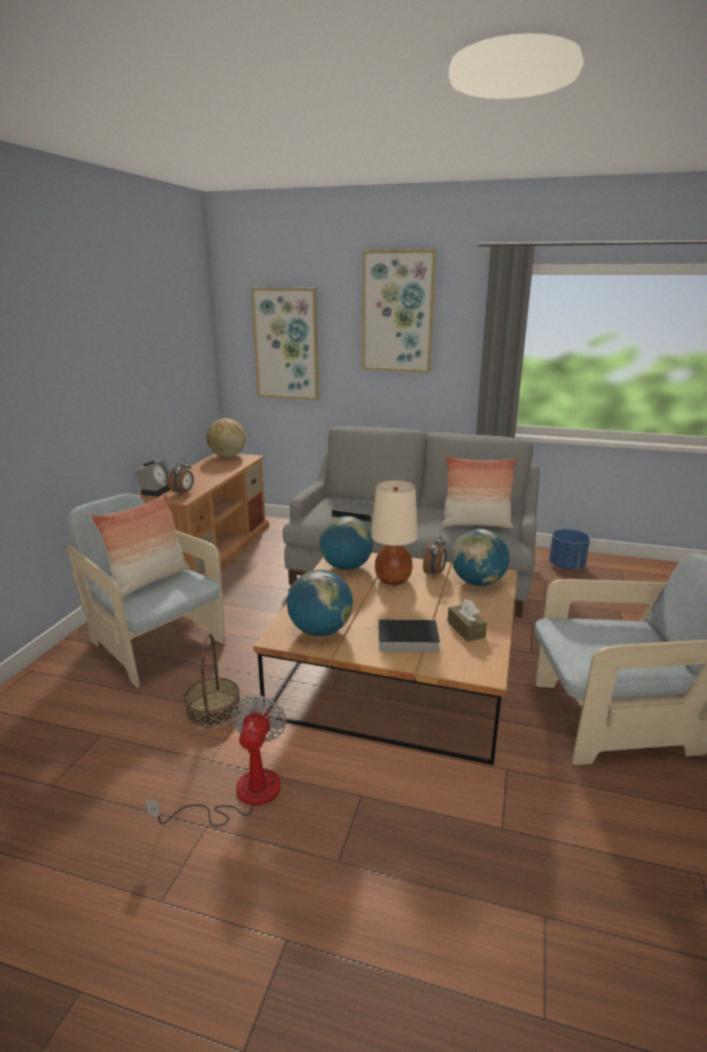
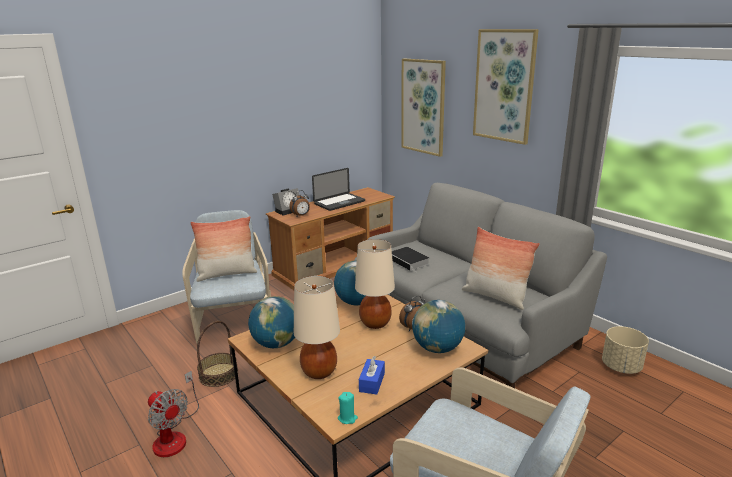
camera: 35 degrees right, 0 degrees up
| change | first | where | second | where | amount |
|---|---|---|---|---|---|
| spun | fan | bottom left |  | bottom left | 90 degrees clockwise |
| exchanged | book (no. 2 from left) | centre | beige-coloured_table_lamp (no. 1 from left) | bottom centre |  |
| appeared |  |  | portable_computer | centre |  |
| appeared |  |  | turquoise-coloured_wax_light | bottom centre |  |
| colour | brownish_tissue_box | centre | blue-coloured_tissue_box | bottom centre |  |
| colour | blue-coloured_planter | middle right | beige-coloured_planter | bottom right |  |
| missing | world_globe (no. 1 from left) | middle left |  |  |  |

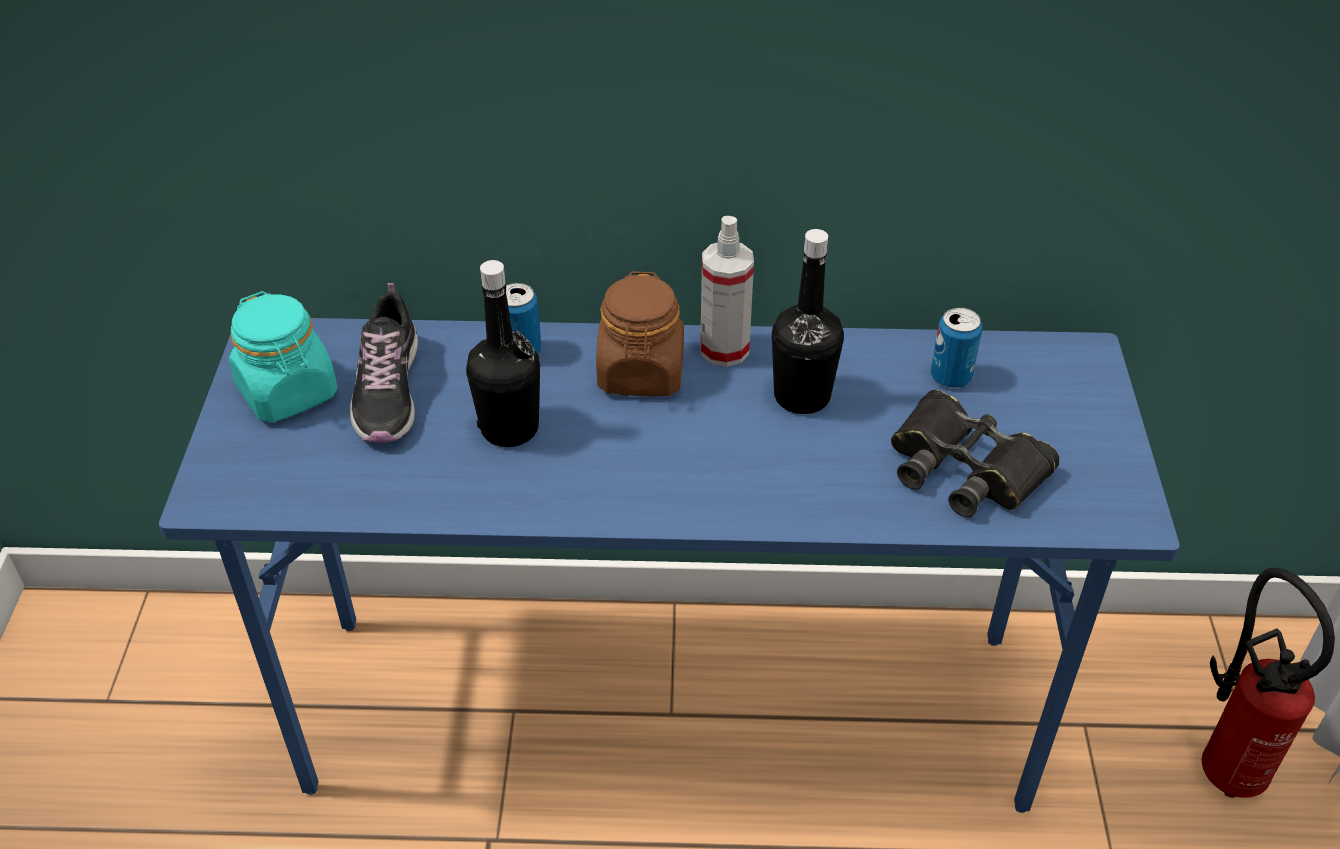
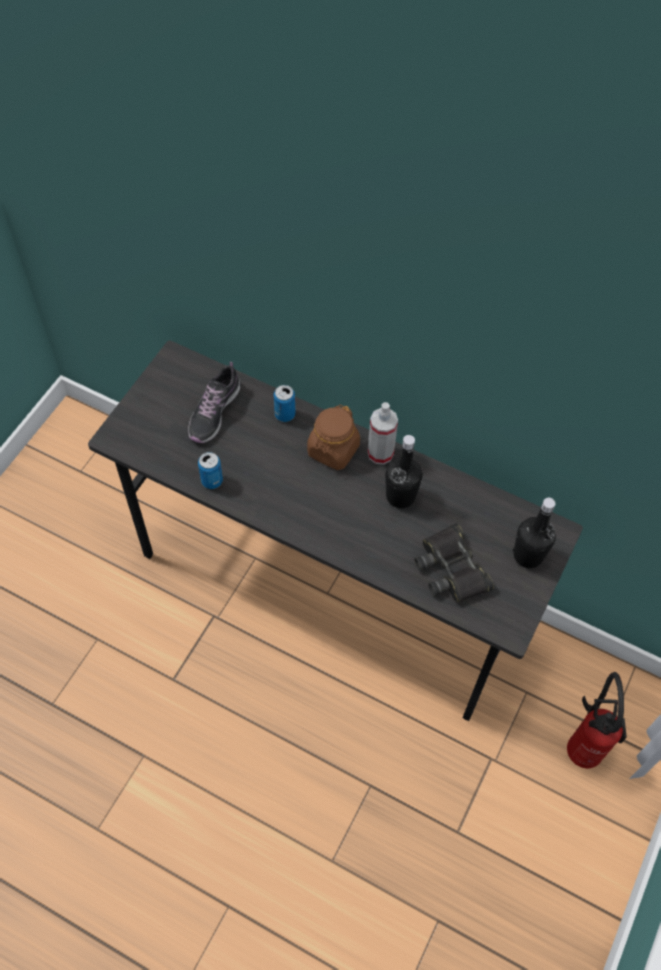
camera: 25 degrees right, 15 degrees up
| change | first | where | second | where | amount |
|---|---|---|---|---|---|
| colour | blue-coloured_desk_unit | centre | grey_desk_unit | centre |  |
| relocated | can (no. 2 from left in the first image) | middle right | can (no. 1 from left) | middle left |  |
| relocated | black_beverage_bottle (no. 1 from left in the first image) | centre | black_beverage_bottle (no. 2 from left) | middle right |  |
| missing | turquoise-coloured_storage_jar | middle left |  |  |  |

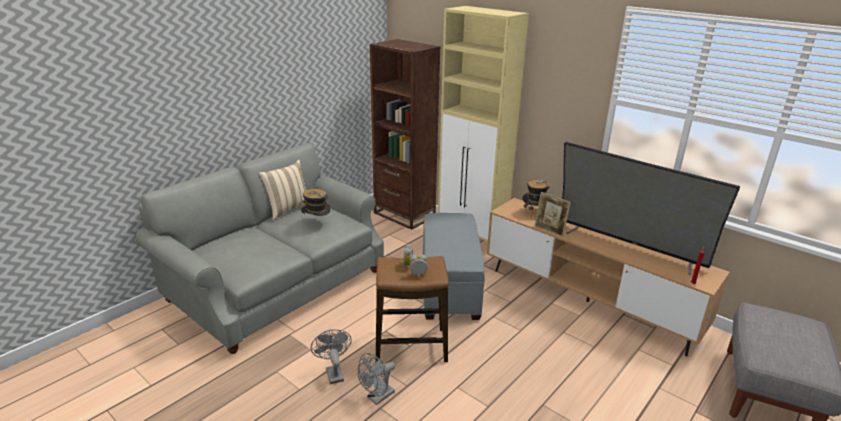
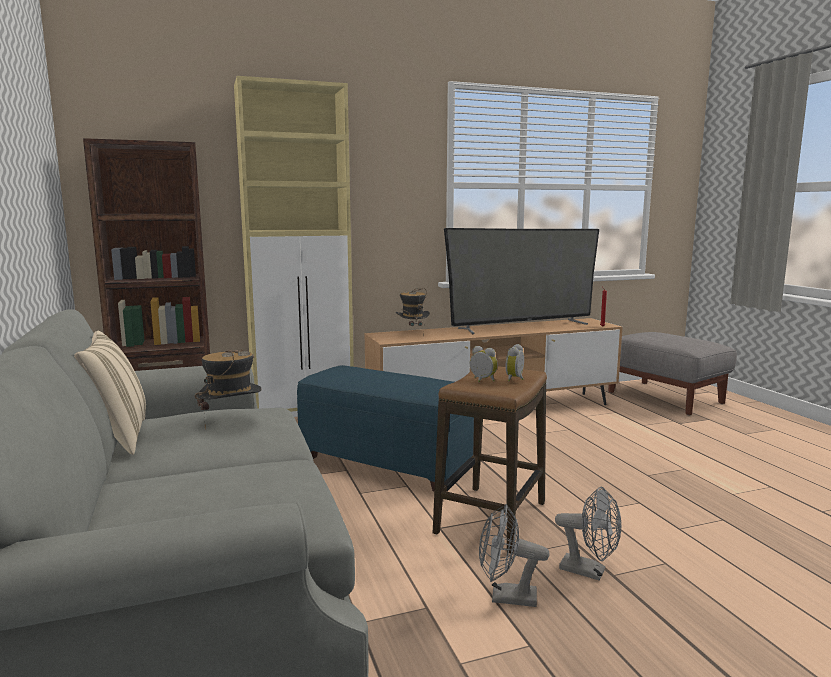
camera: 60 degrees left, 15 degrees down
| change | first | where | second | where | amount |
|---|---|---|---|---|---|
| colour | grey_footrest (no. 1 from left) | centre | blue-coloured_footrest | centre |  |
| spun | grey_fan (no. 2 from left) | bottom centre |  | bottom right | 45 degrees counterclockwise |
| missing | picture_frame | centre |  |  |  |

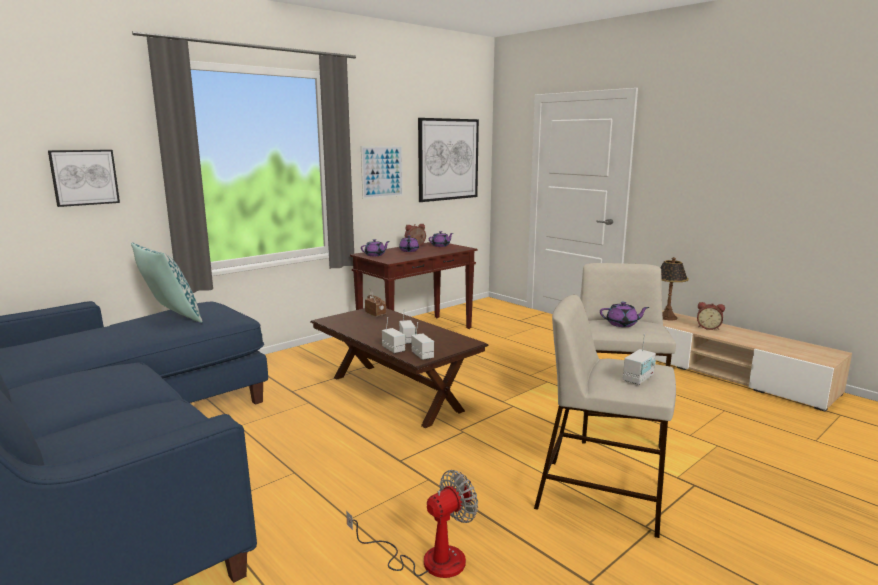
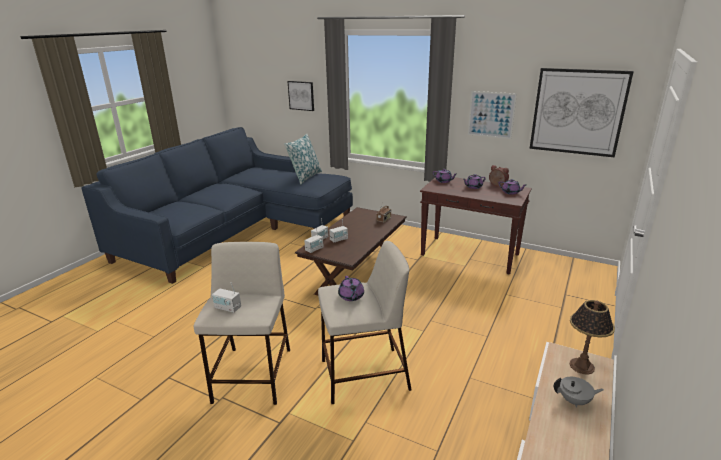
camera: 70 degrees right, 10 degrees up
| change | first | where | second | where | amount |
|---|---|---|---|---|---|
| exchanged | table_clock (no. 2 from left) | middle right | grey_teapot | bottom right |  |
| missing | fan | bottom centre |  |  |  |

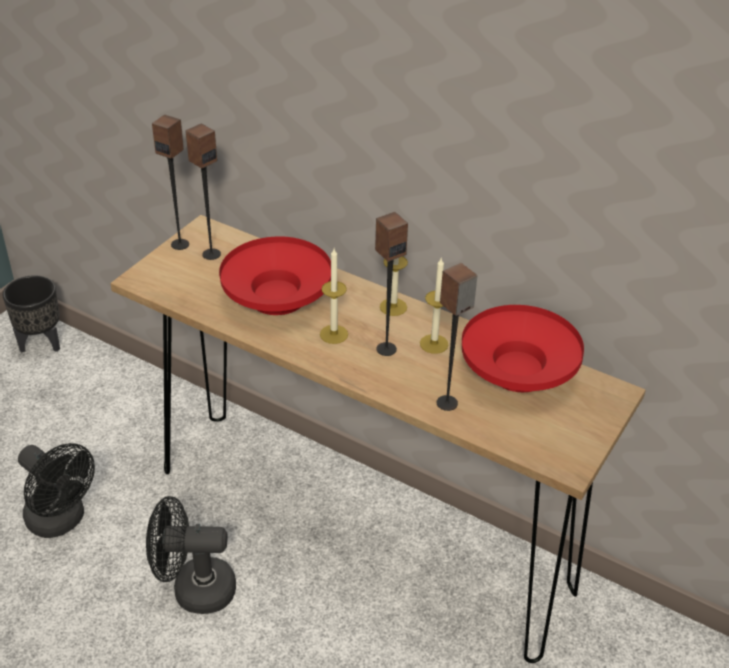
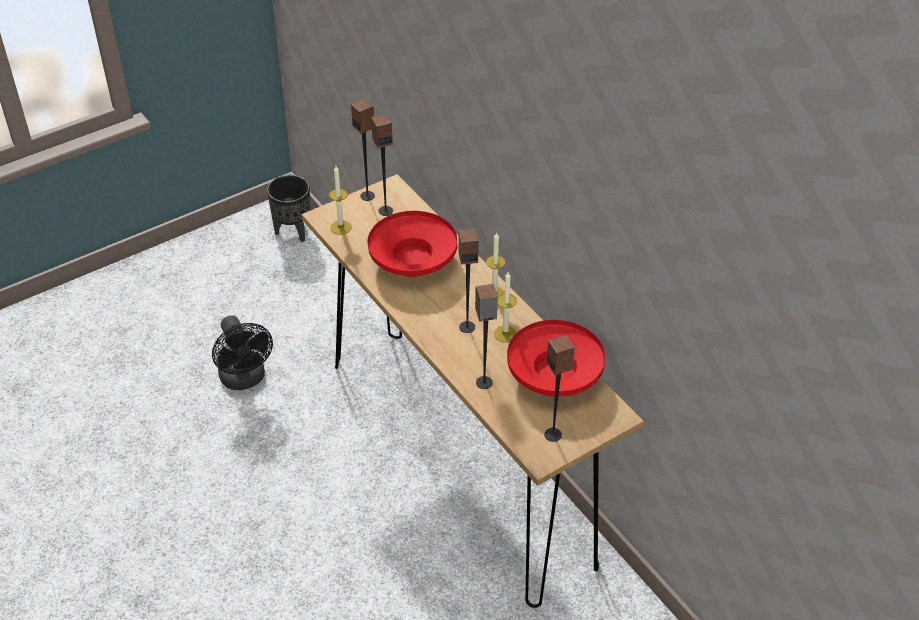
camera: 25 degrees right, 5 degrees up
| change | first | where | second | where | amount |
|---|---|---|---|---|---|
| relocated | wax_light (no. 1 from left) | centre |  | top centre |  |
| appeared |  |  | audio_speaker (no. 5 from left) | centre |  |
| missing | black_fan (no. 2 from left) | bottom left |  |  |  |

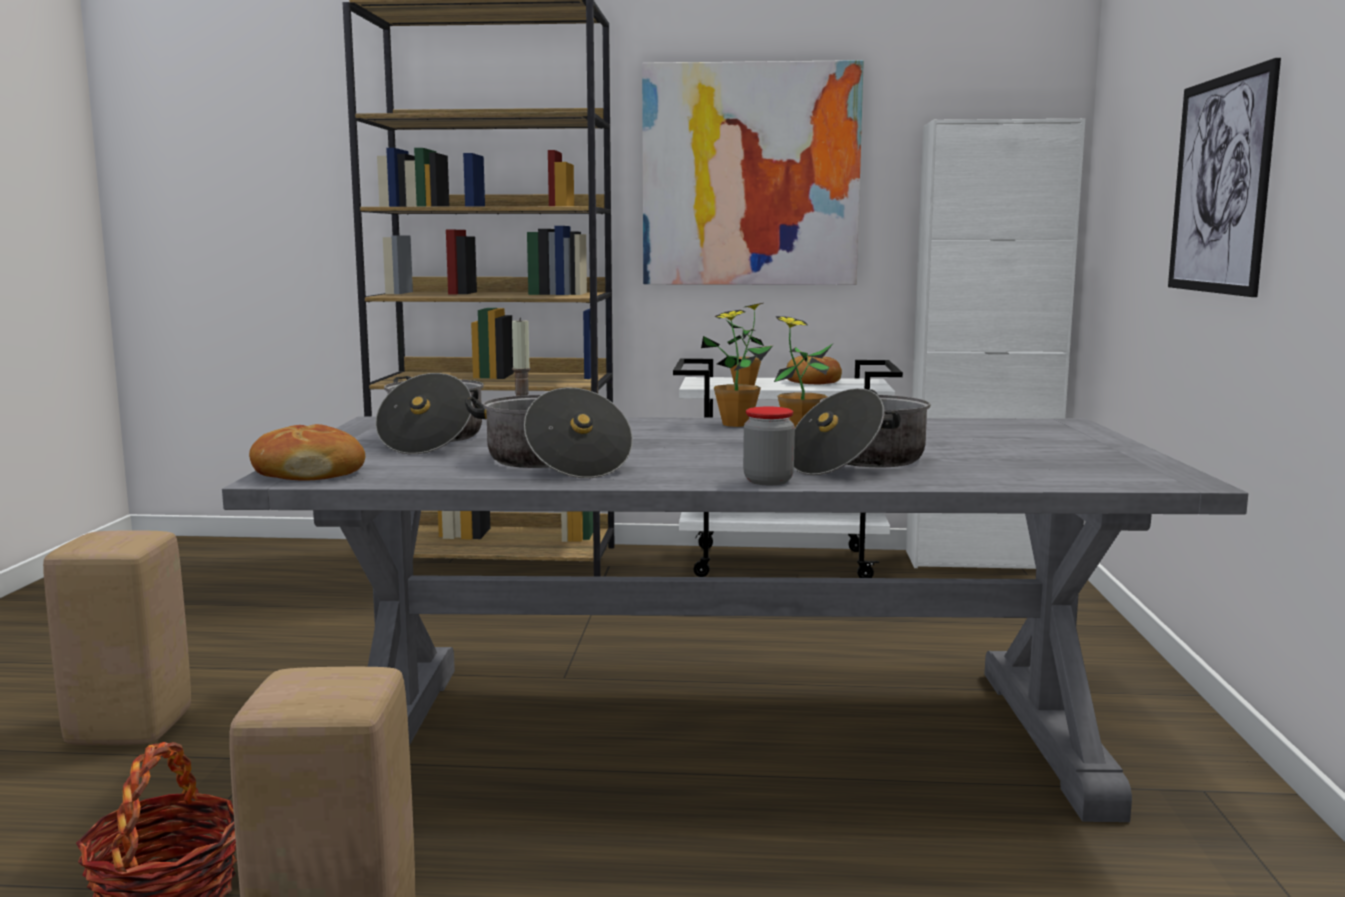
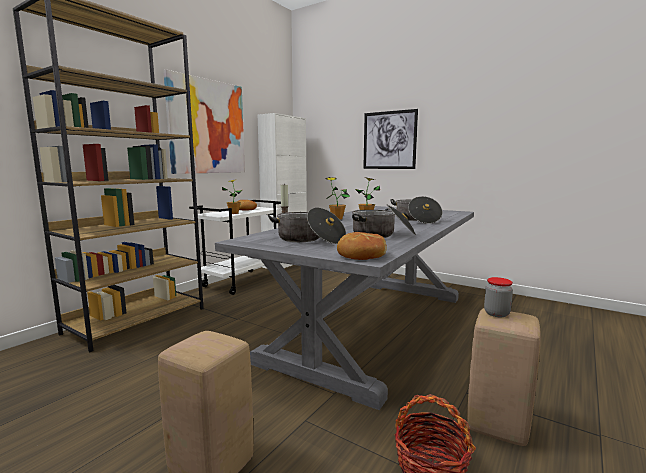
camera: 60 degrees left, 0 degrees up
| change | first | where | second | where | amount |
|---|---|---|---|---|---|
| relocated | storage_jar | centre |  | middle right |  |

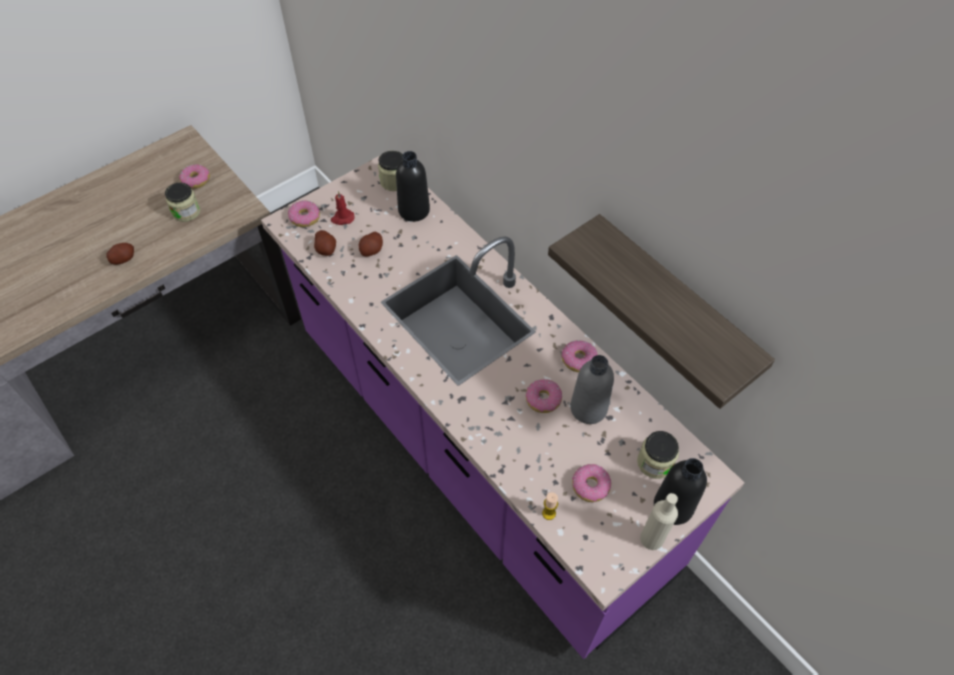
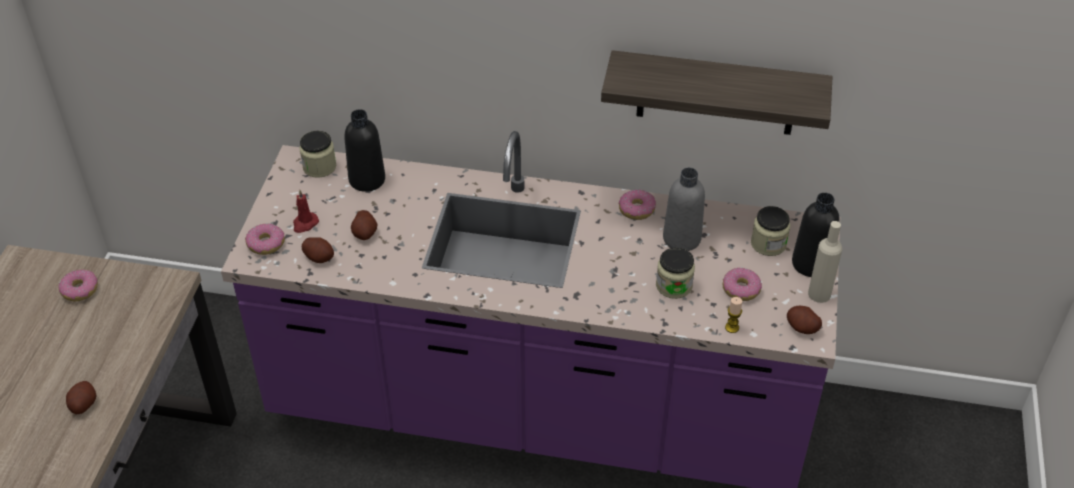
camera: 40 degrees left, 10 degrees down
| change | first | where | second | where | amount |
|---|---|---|---|---|---|
| relocated | storage_jar (no. 1 from left in the first image) | top left | storage_jar (no. 2 from left) | centre |  |
| appeared |  |  | potato (no. 4 from left) | middle right |  |
| missing | donut (no. 3 from left) | centre |  |  |  |

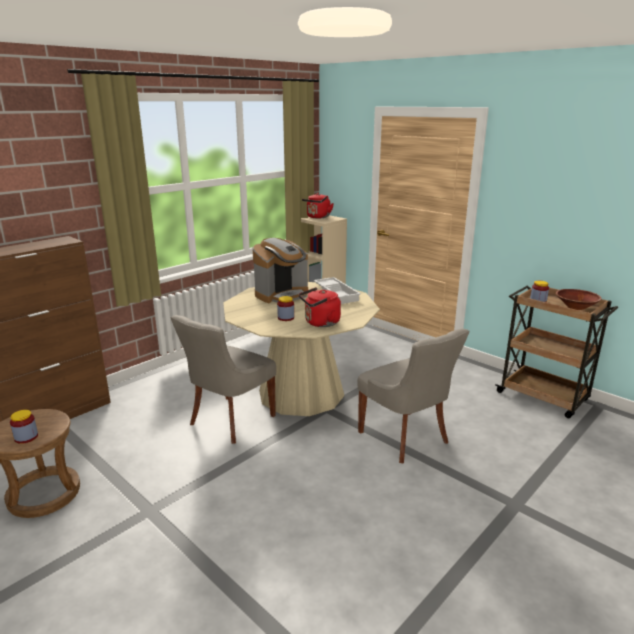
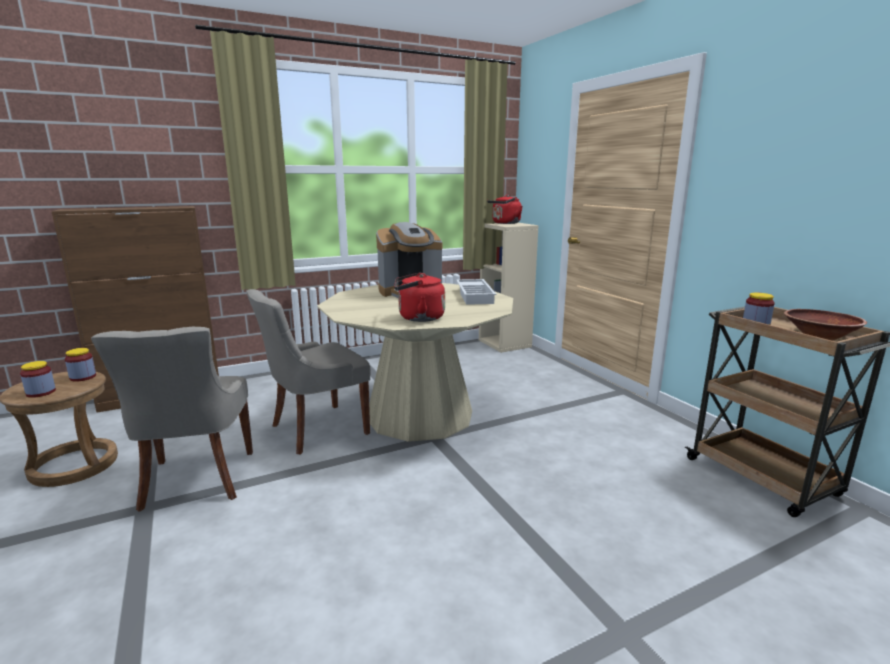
camera: 20 degrees right, 5 degrees down
| change | first | where | second | where | amount |
|---|---|---|---|---|---|
| relocated | storage_jar (no. 2 from left) | centre |  | middle left |  |
| relocated | grey_chair (no. 2 from left in the first image) | centre | grey_chair (no. 1 from left) | middle left |  |

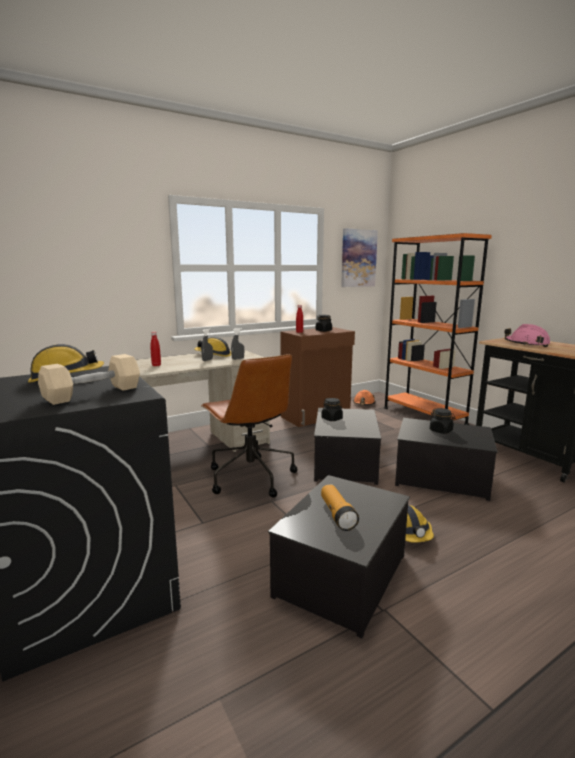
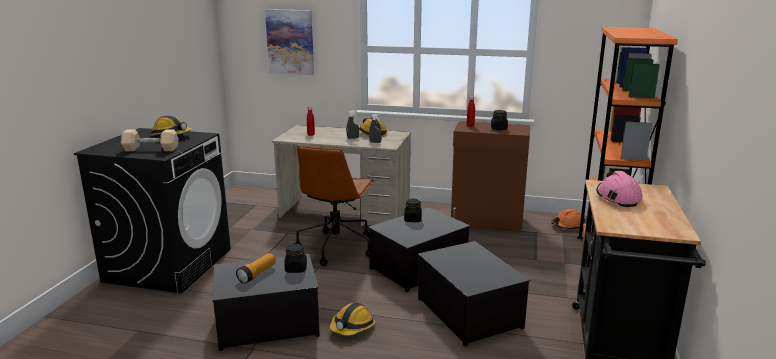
camera: 45 degrees right, 5 degrees up
| change | first | where | second | where | amount |
|---|---|---|---|---|---|
| relocated | picture | centre |  | top centre |  |
| relocated | black_storage_jar (no. 3 from left in the first image) | middle right | black_storage_jar (no. 1 from left) | bottom centre |  |

